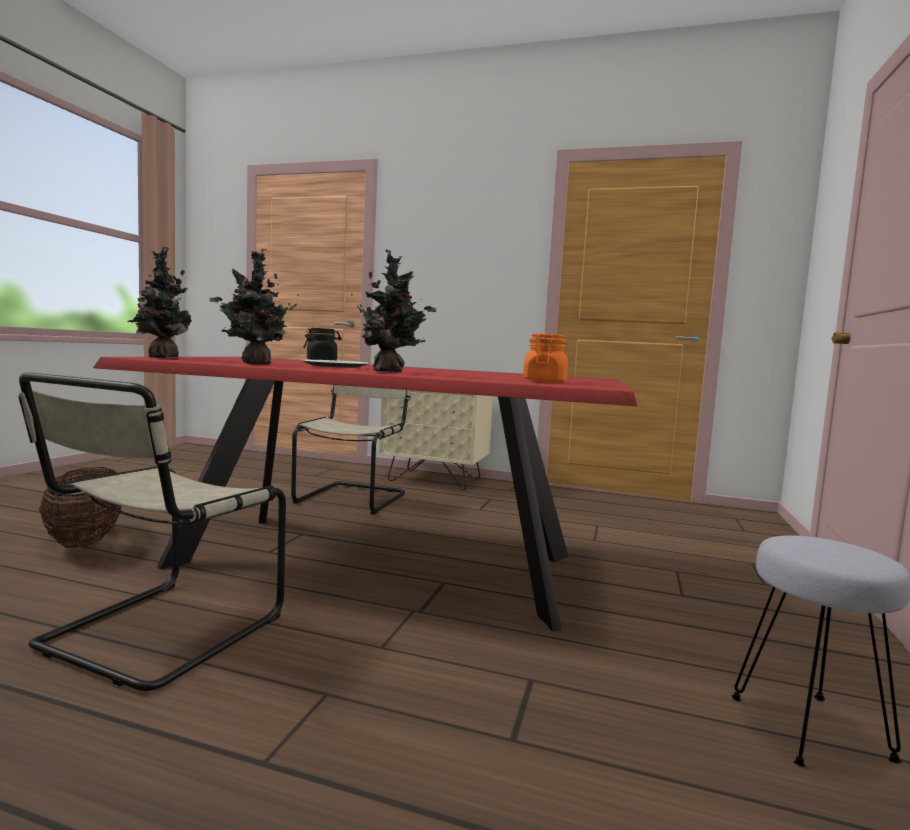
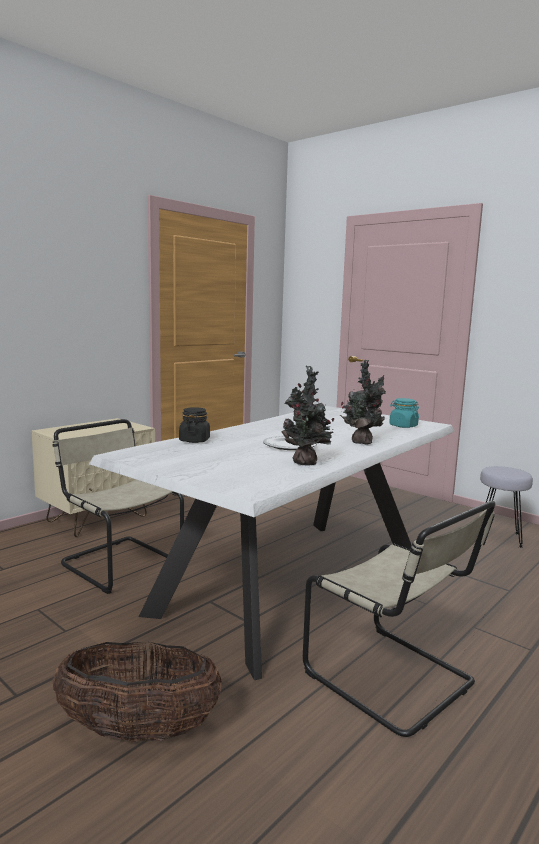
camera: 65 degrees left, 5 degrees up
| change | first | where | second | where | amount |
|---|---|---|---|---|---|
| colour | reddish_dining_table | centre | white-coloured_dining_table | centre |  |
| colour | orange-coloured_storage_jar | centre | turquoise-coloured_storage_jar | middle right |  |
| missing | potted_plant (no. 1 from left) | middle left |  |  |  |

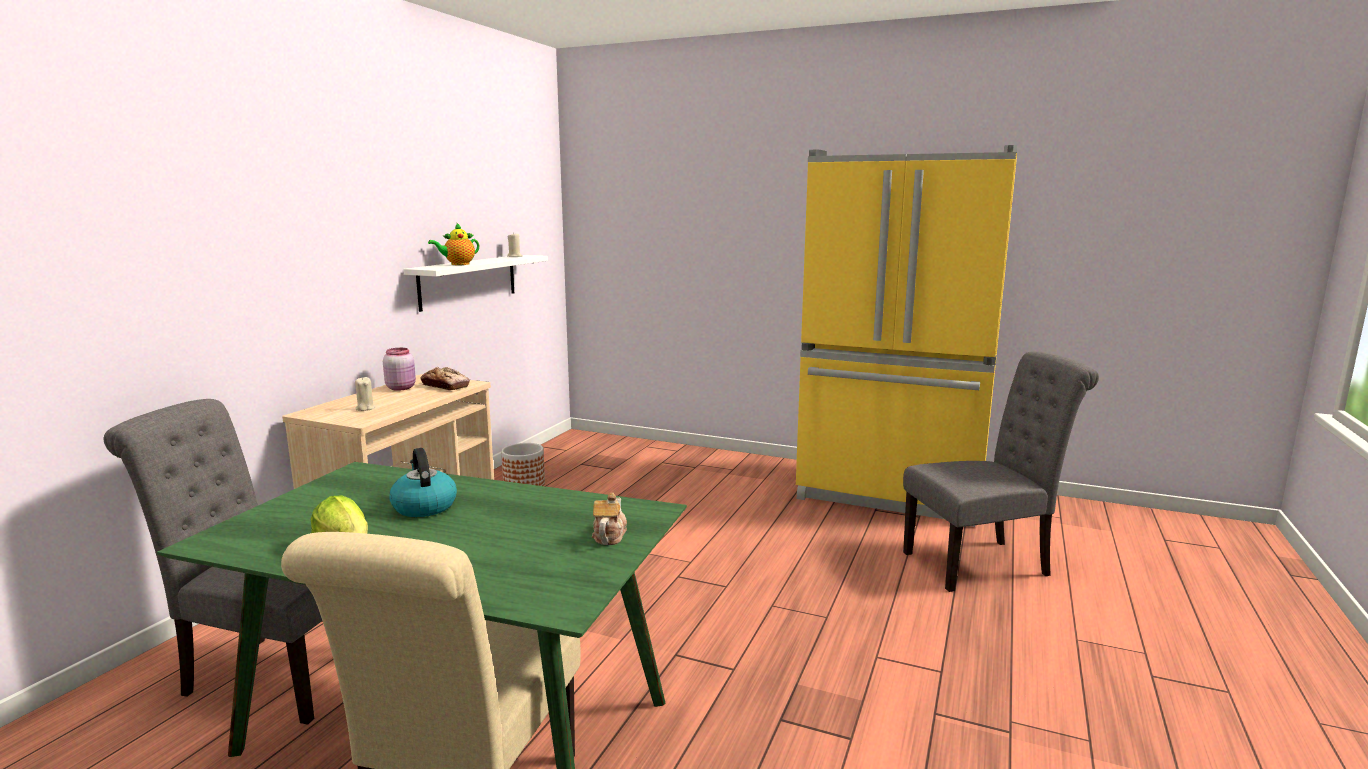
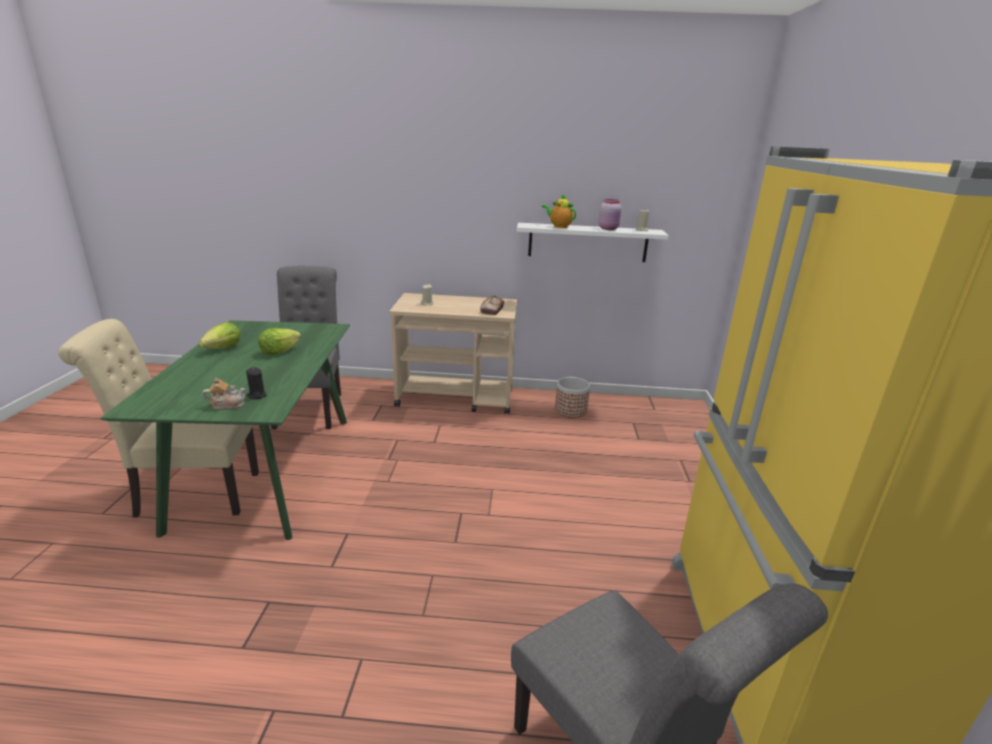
camera: 70 degrees right, 10 degrees up
| change | first | where | second | where | amount |
|---|---|---|---|---|---|
| appeared |  |  | black_wax_light | middle left |  |
| exchanged | water_kettle | middle left | lettuce_head (no. 2 from left) | middle left |  |
| relocated | pink_storage_jar | middle left |  | top centre |  |

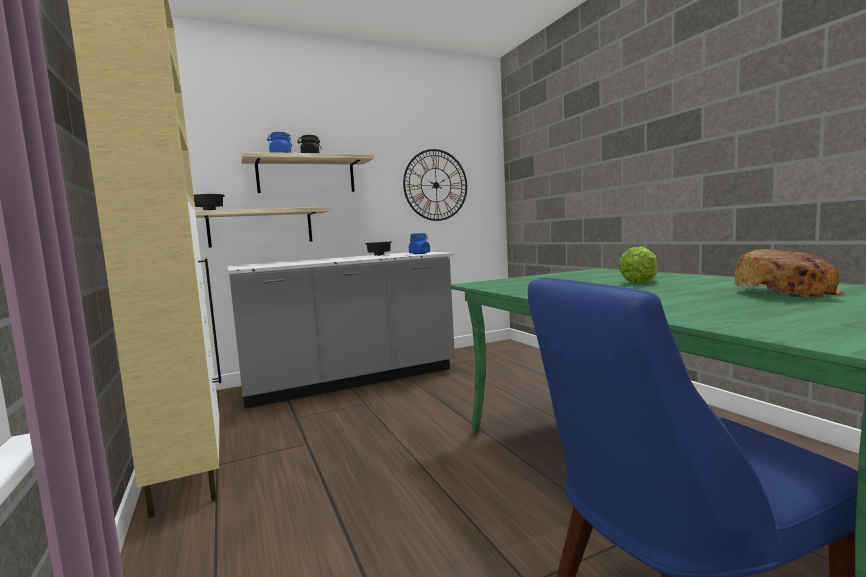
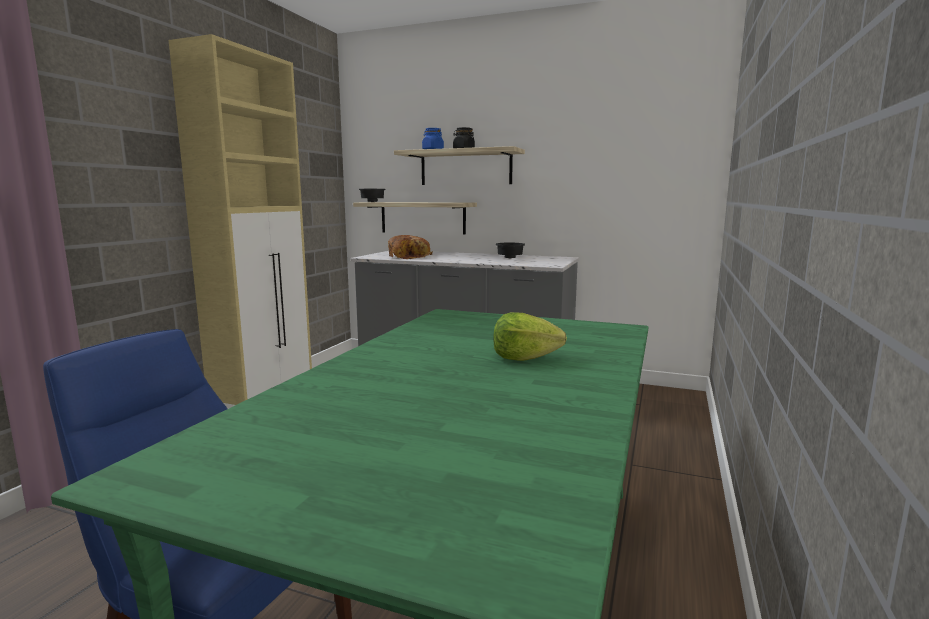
camera: 45 degrees right, 5 degrees up
| change | first | where | second | where | amount |
|---|---|---|---|---|---|
| relocated | bread | middle right |  | centre |  |
| missing | clock_on_the_wall | top centre |  |  |  |
| missing | blue-coloured_storage_jar (no. 2 from left) | centre |  |  |  |

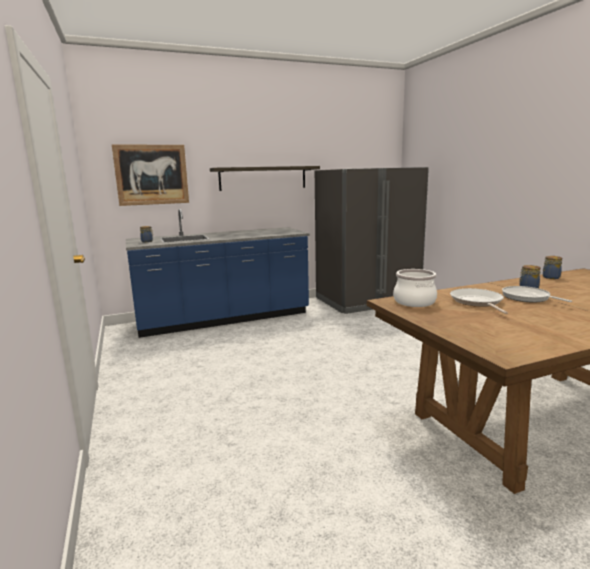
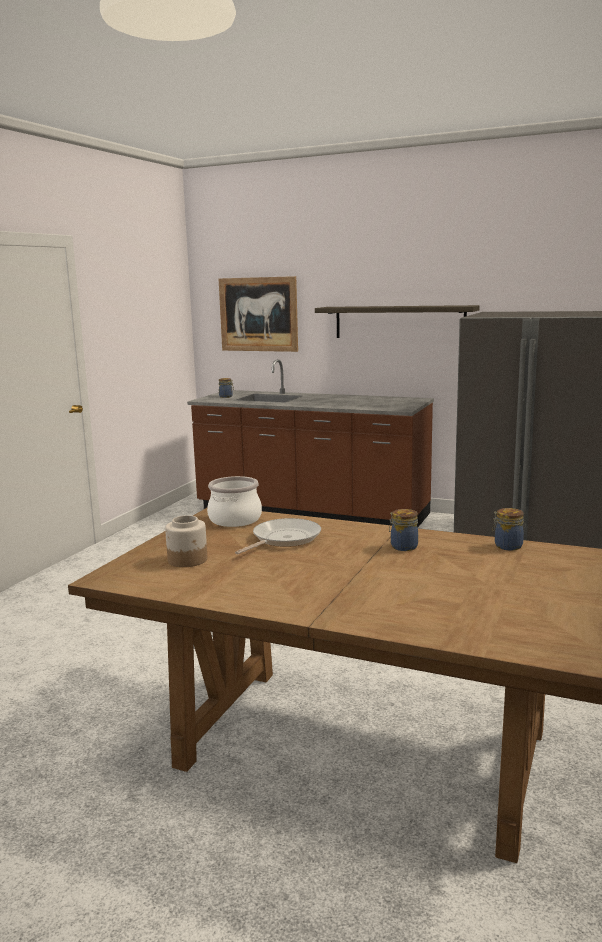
camera: 45 degrees right, 0 degrees up
| change | first | where | second | where | amount |
|---|---|---|---|---|---|
| appeared |  |  | storage_jar (no. 1 from left) | middle left |  |
| colour | blue-coloured_kitchen_counter | centre | brownish_kitchen_counter | centre |  |
| missing | pan (no. 2 from left) | middle right |  |  |  |

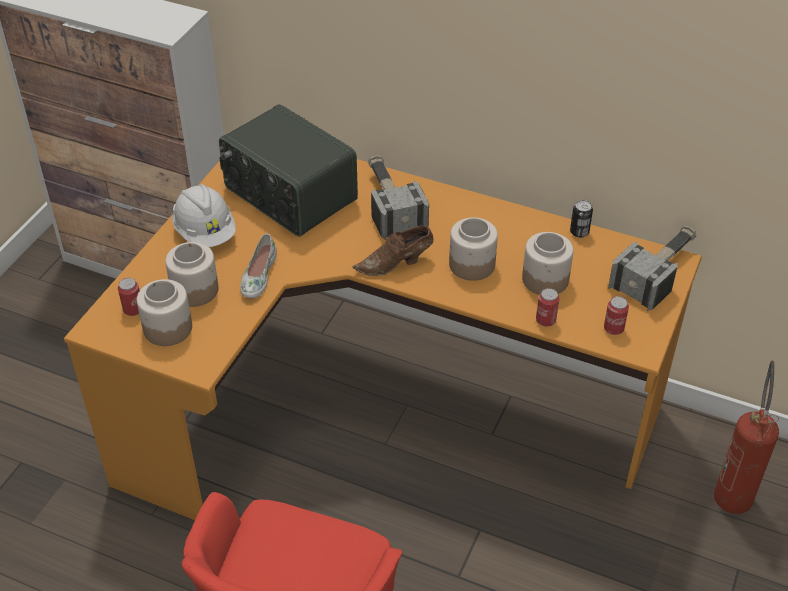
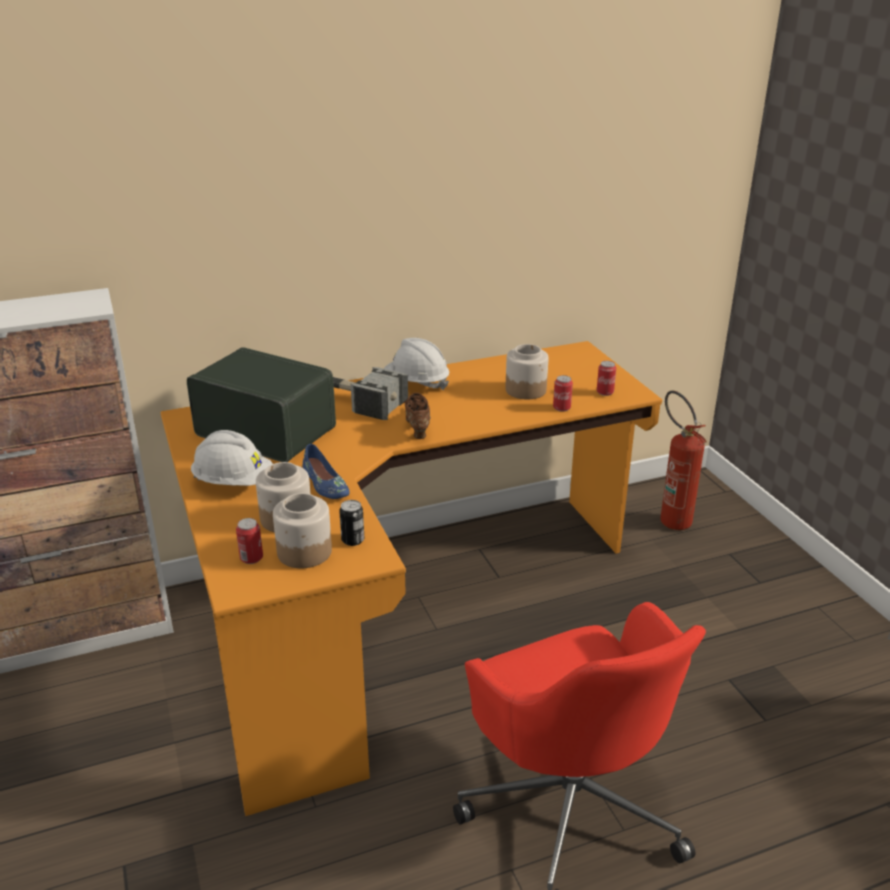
camera: 45 degrees left, 15 degrees down
| change | first | where | second | where | amount |
|---|---|---|---|---|---|
| spun | radio_receiver | top centre |  | middle left | 150 degrees counterclockwise |
| colour | white-coloured_item_of_footwear | middle left | blue-coloured_item_of_footwear | centre |  |
| relocated | can (no. 3 from left in the first image) | middle right | can (no. 2 from left) | centre |  |
| appeared |  |  | white-coloured_safety_helmet (no. 2 from left) | centre |  |
| spun | brownish_item_of_footwear | centre |  | centre | 150 degrees clockwise |
| missing | storage_jar (no. 3 from left) | centre |  |  |  |
| missing | tool_hammer (no. 2 from left) | middle right |  |  |  |

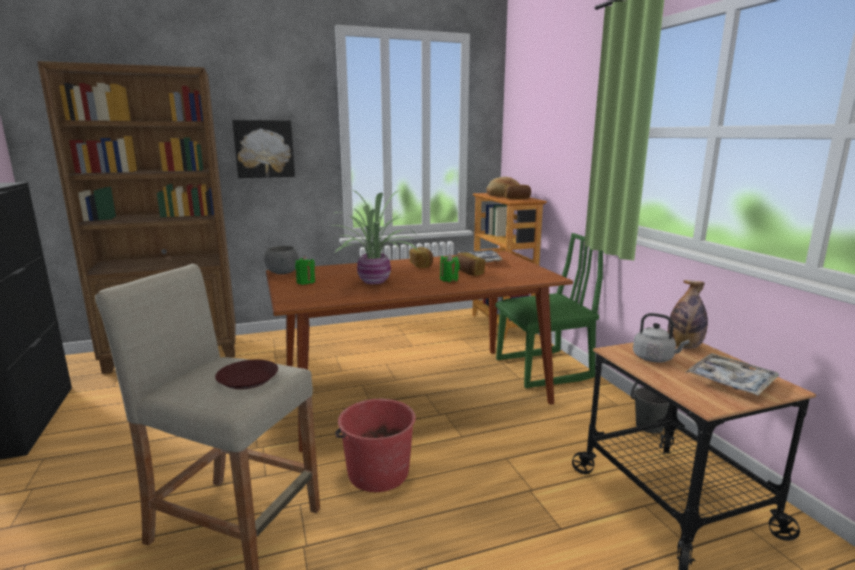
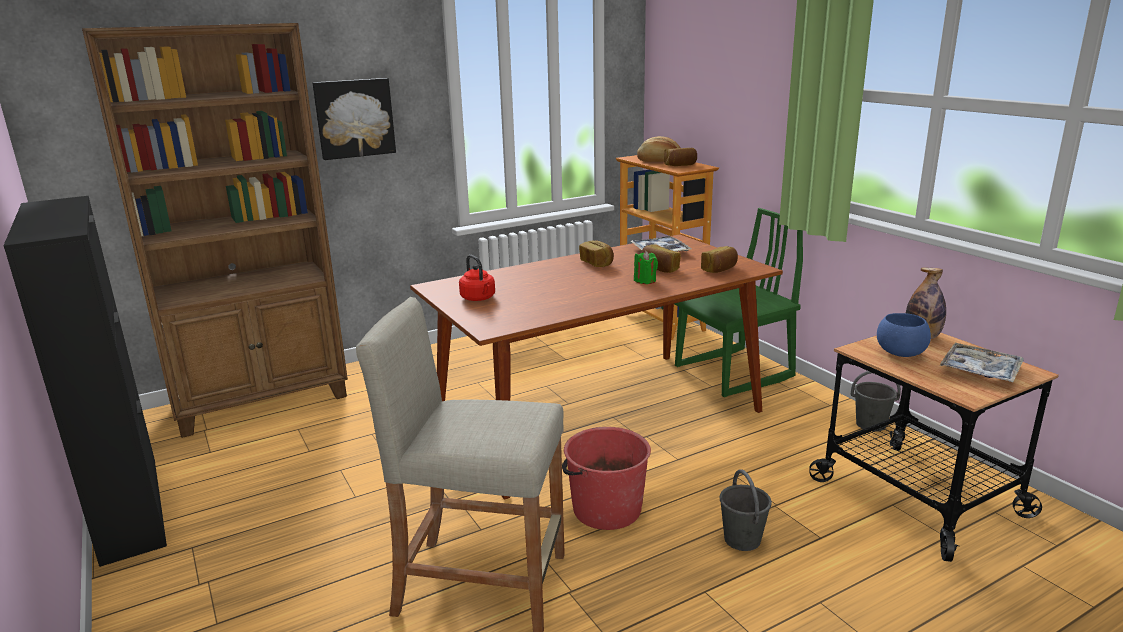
camera: 10 degrees left, 5 degrees up
| change | first | where | second | where | amount |
|---|---|---|---|---|---|
| exchanged | greenish_wax_light (no. 1 from left) | centre | reddish_water_kettle | centre |  |
| appeared |  |  | bread (no. 5 from left) | centre |  |
| appeared |  |  | grey_pail (no. 1 from left) | bottom centre |  |
| exchanged | grey_water_kettle | middle right | blue-coloured_serving_bowl | middle right |  |
| missing | brownish_flat_dish | middle left |  |  |  |
| missing | grey_serving_bowl | middle left |  |  |  |
| missing | potted_plant | centre |  |  |  |

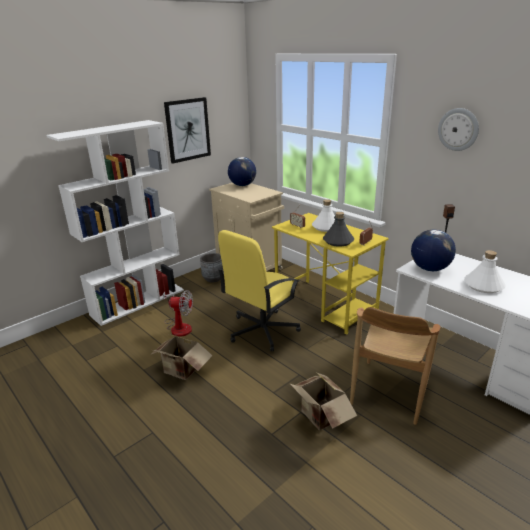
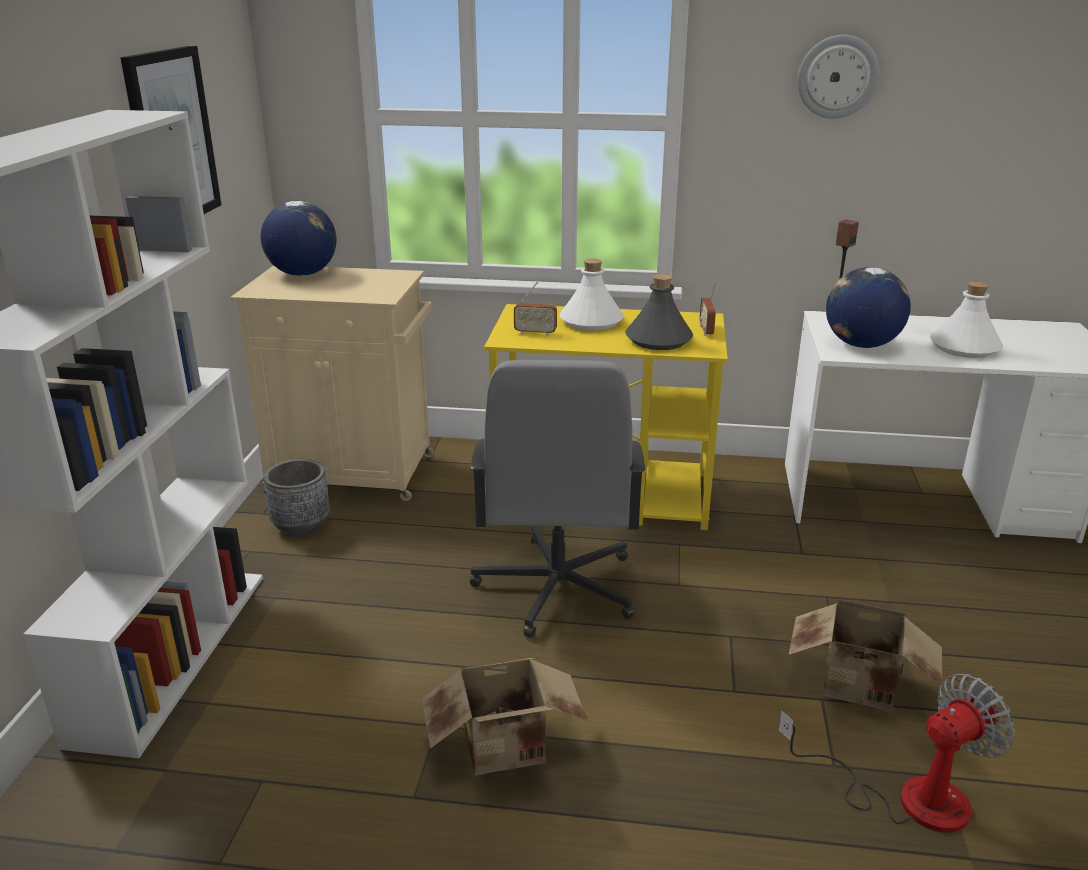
camera: 40 degrees left, 0 degrees up
| change | first | where | second | where | amount |
|---|---|---|---|---|---|
| colour | yellow_computer_chair | centre | grey_computer_chair | centre |  |
| relocated | fan | centre |  | bottom right |  |
| missing | brownish_chair | bottom right |  |  |  |

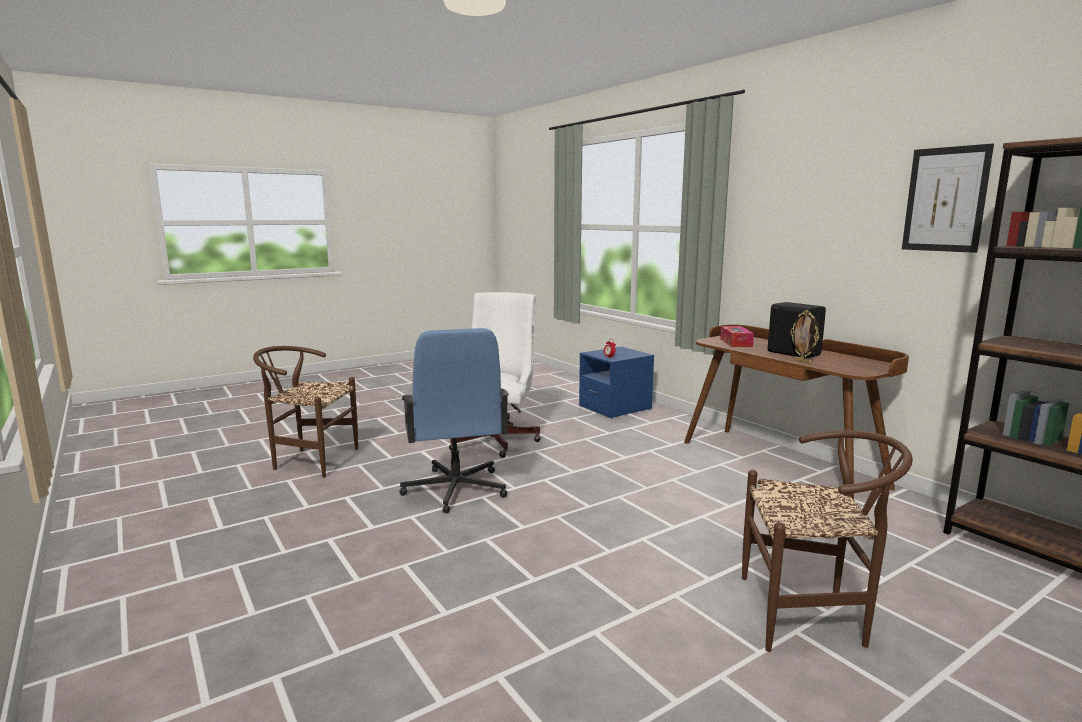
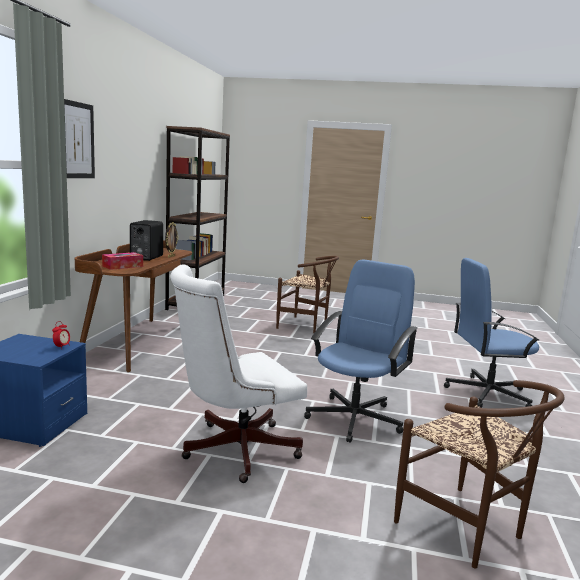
camera: 135 degrees left, 0 degrees up
| change | first | where | second | where | amount |
|---|---|---|---|---|---|
| relocated | picture | top right |  | top left |  |
| spun | brownish_chair (no. 2 from left in the first image) | bottom right | brownish_chair (no. 1 from left) | centre | 150 degrees clockwise |
| appeared |  |  | blue-coloured_computer_chair (no. 2 from left) | middle right |  |

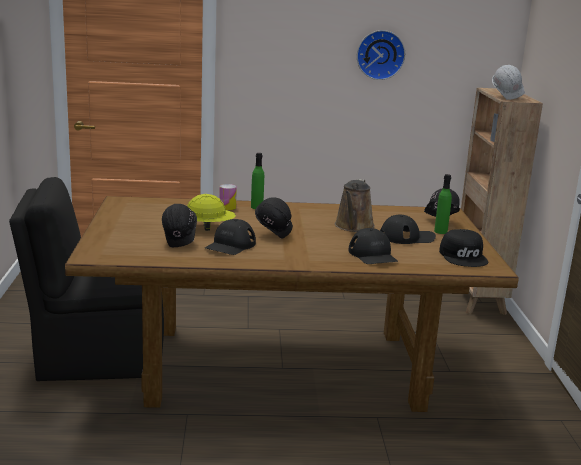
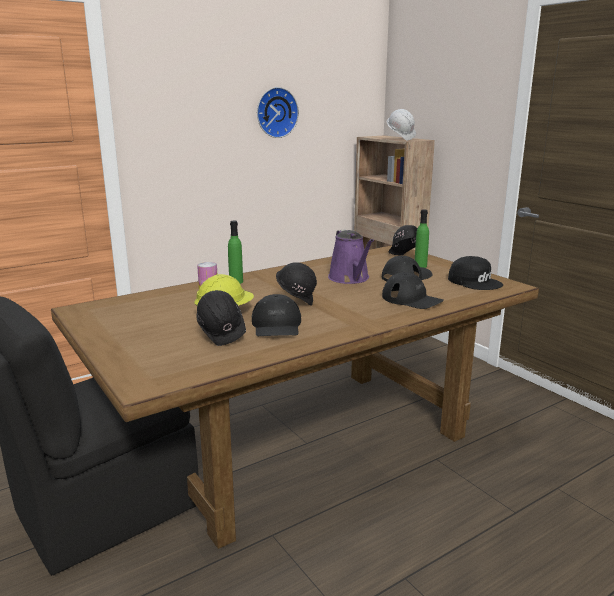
camera: 30 degrees left, 0 degrees up
| change | first | where | second | where | amount |
|---|---|---|---|---|---|
| colour | brownish_sprinkling_can | centre | purple_sprinkling_can | centre |  |

